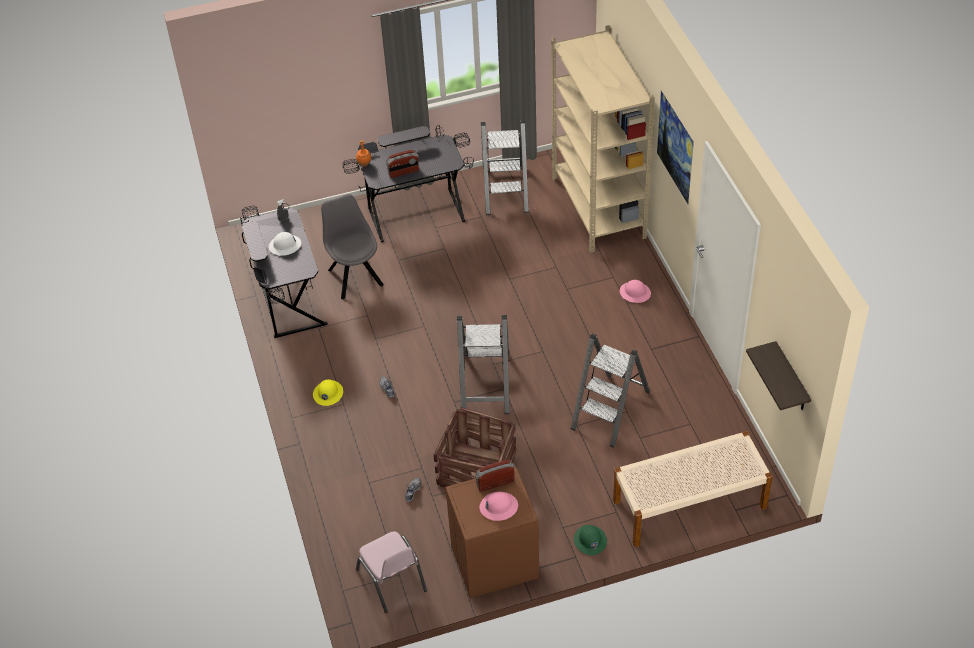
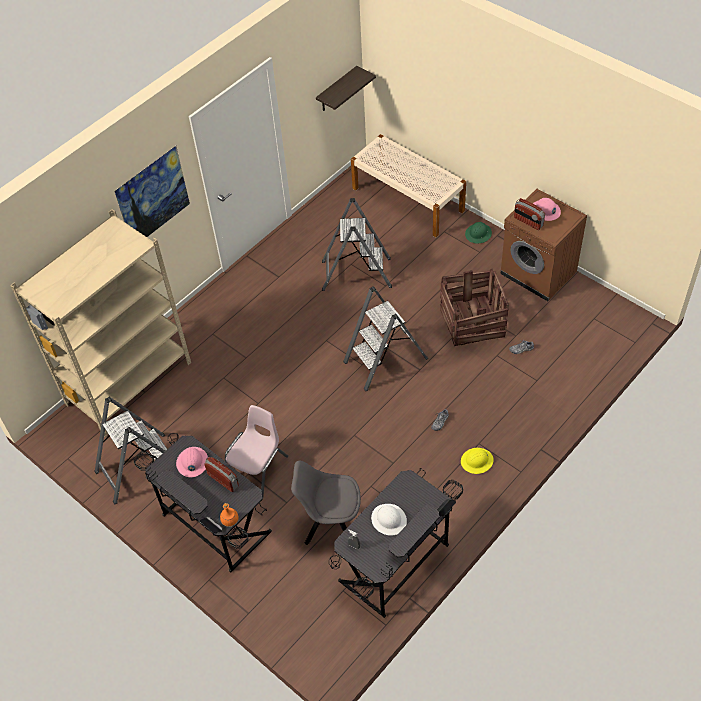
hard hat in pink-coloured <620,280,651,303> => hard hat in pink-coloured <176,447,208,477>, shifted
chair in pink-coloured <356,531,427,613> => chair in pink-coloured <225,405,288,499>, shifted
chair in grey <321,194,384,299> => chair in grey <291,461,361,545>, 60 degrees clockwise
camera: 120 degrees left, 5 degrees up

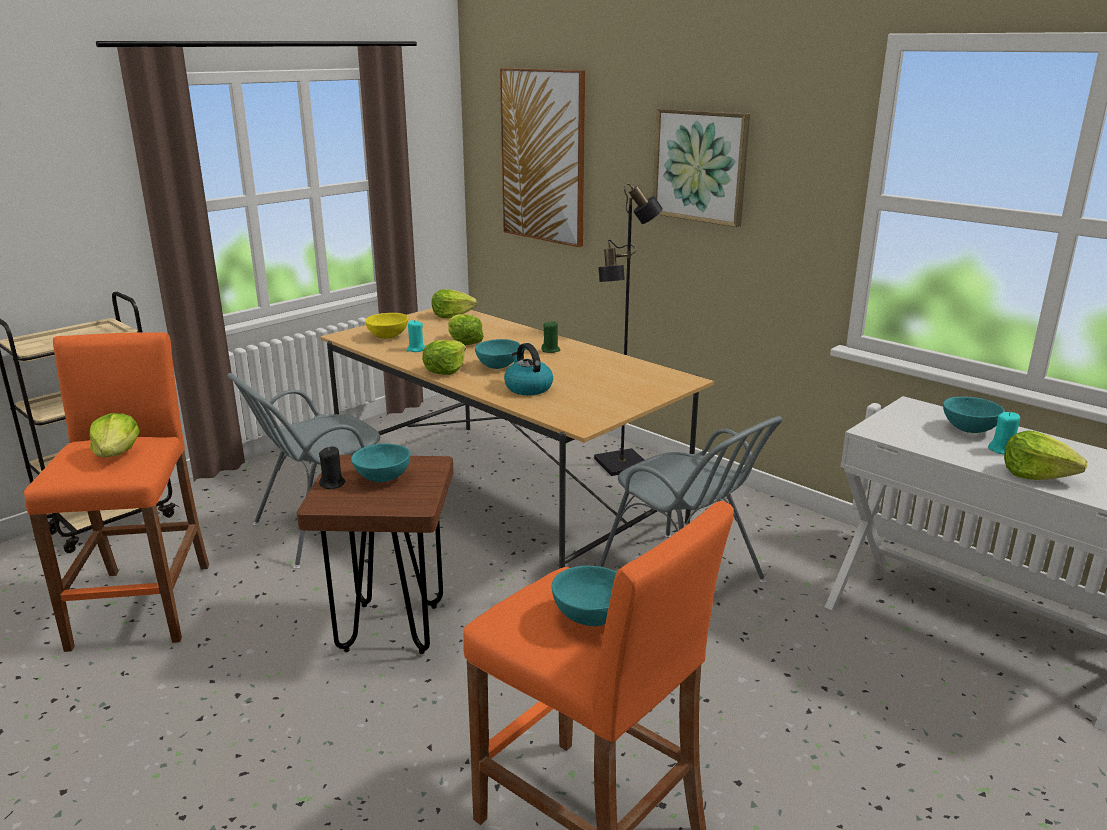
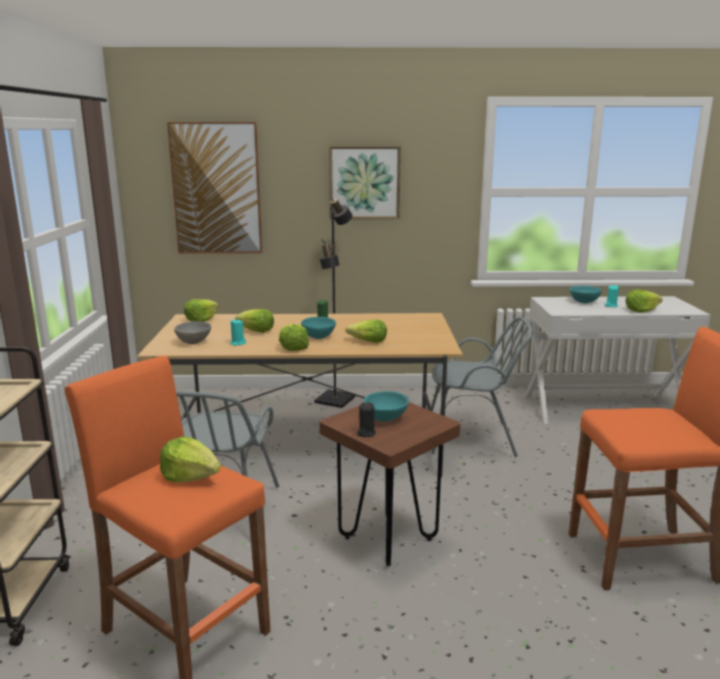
bowl in yellow-coloured <365,313,408,339> => bowl in grey <174,321,211,344>
water kettle <504,343,553,395> => lettuce <345,320,387,343>
bowl in blue-green <552,566,617,626> => nothing
camera: 45 degrees left, 5 degrees down

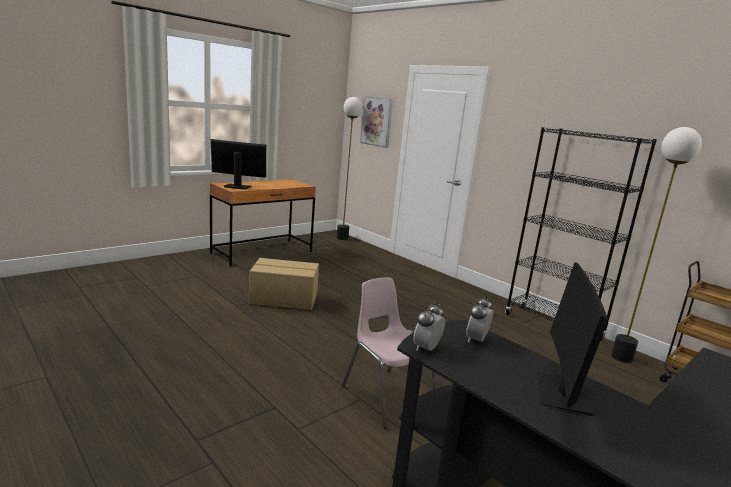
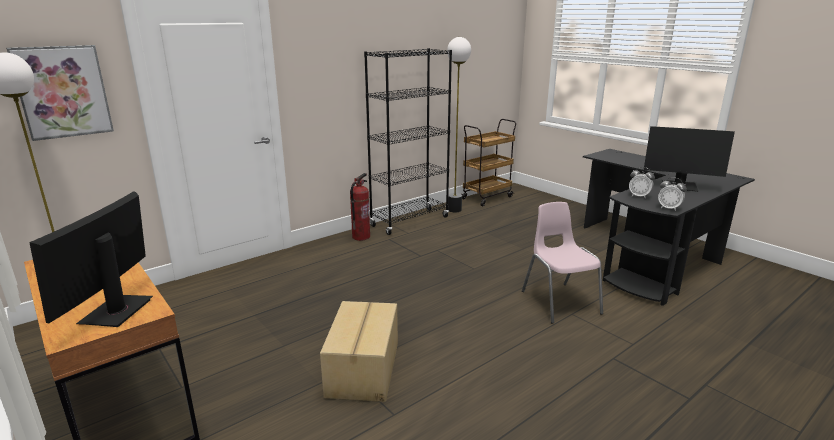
nothing => fire extinguisher <350,173,370,241>
chair in pink-coloured <342,277,437,429> => chair in pink-coloured <522,202,603,324>, 105 degrees clockwise
camera: 85 degrees left, 5 degrees up

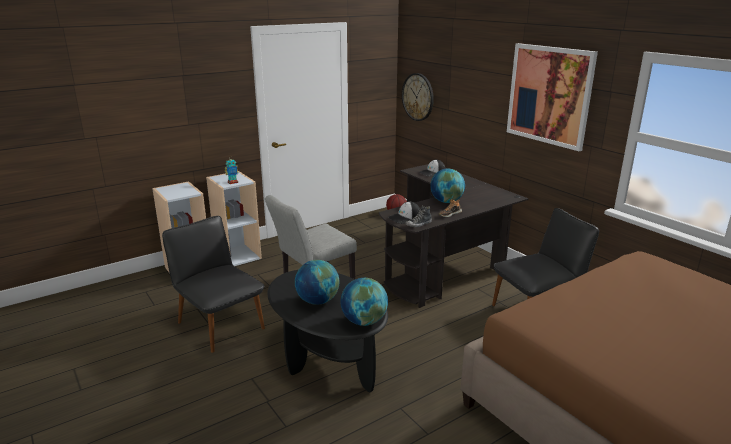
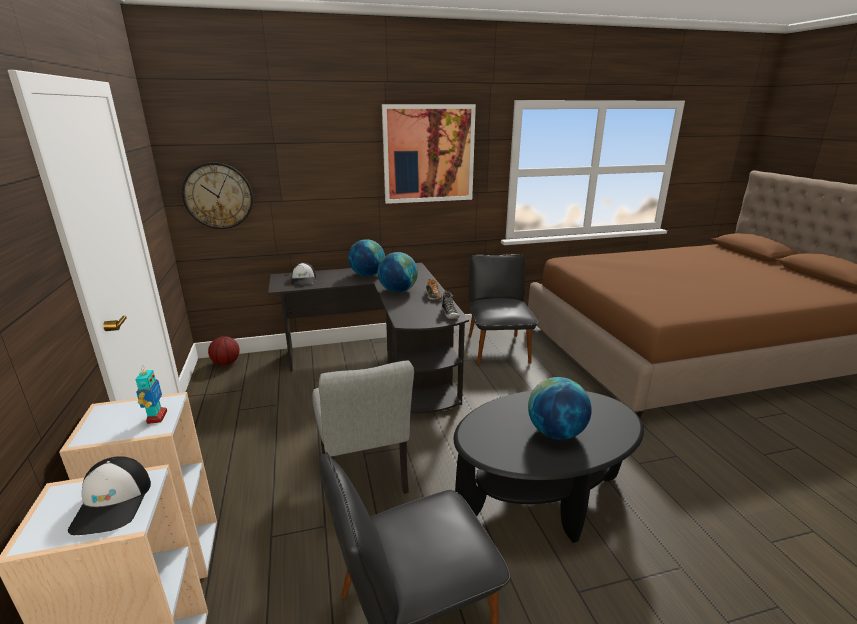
peaked cap <388,201,420,224> => peaked cap <68,456,151,535>, shifted
desk globe <341,278,388,326> => desk globe <348,239,385,276>, shifted
camera: 70 degrees left, 0 degrees up

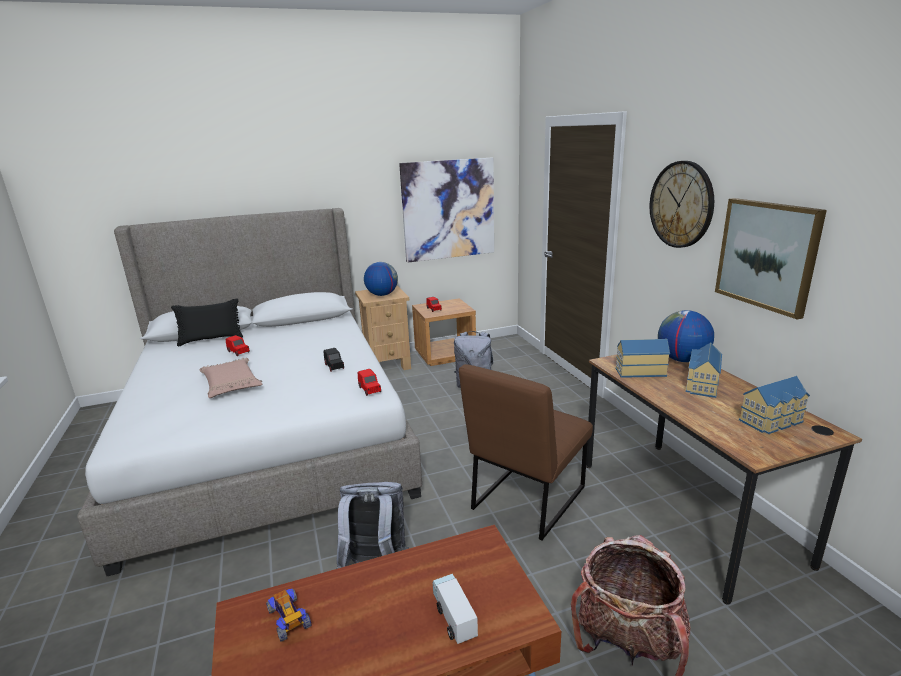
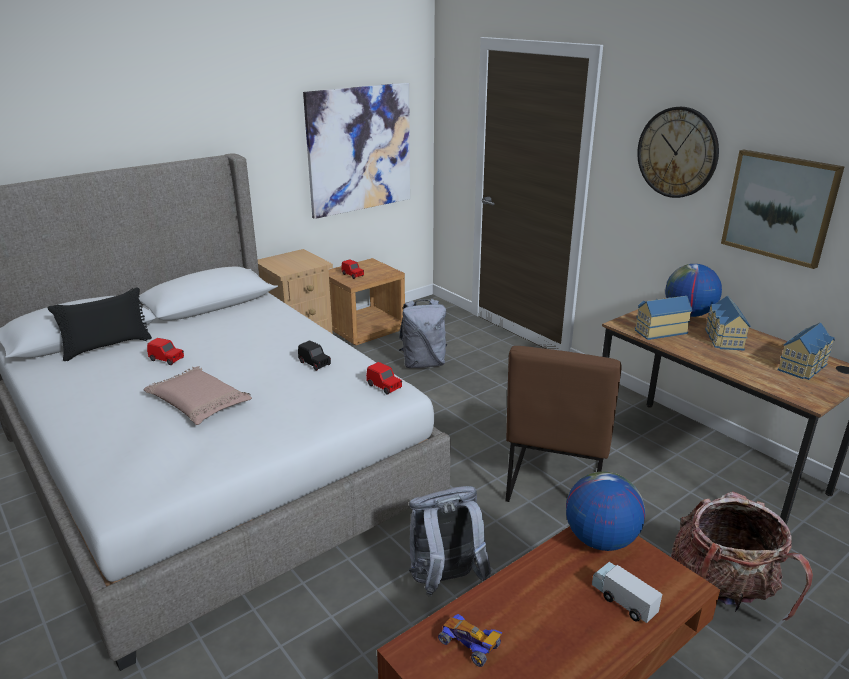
desk globe <364,262,398,296> => desk globe <566,471,645,551>, shifted
camera: 20 degrees left, 5 degrees up

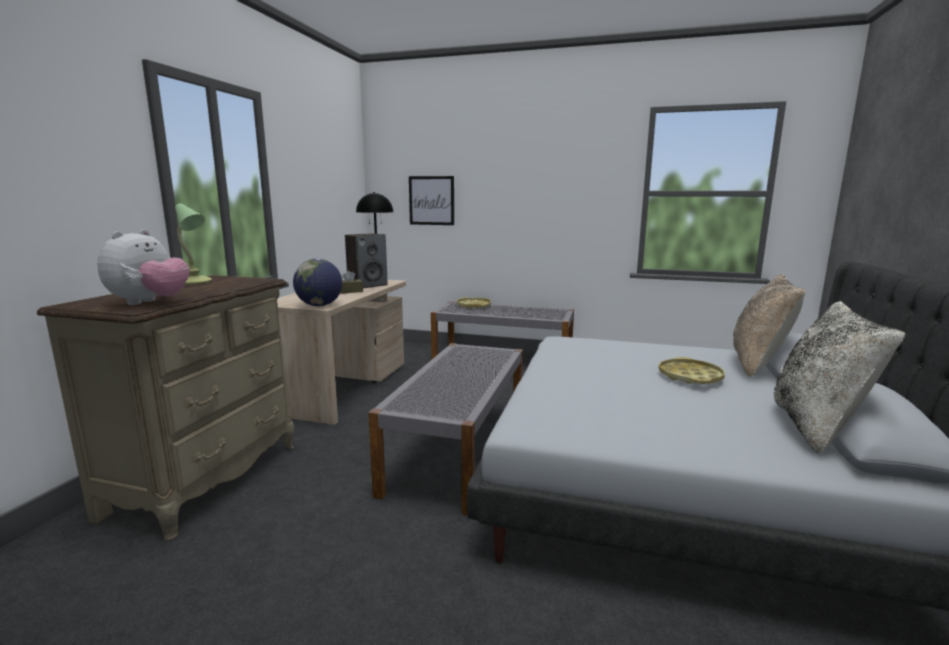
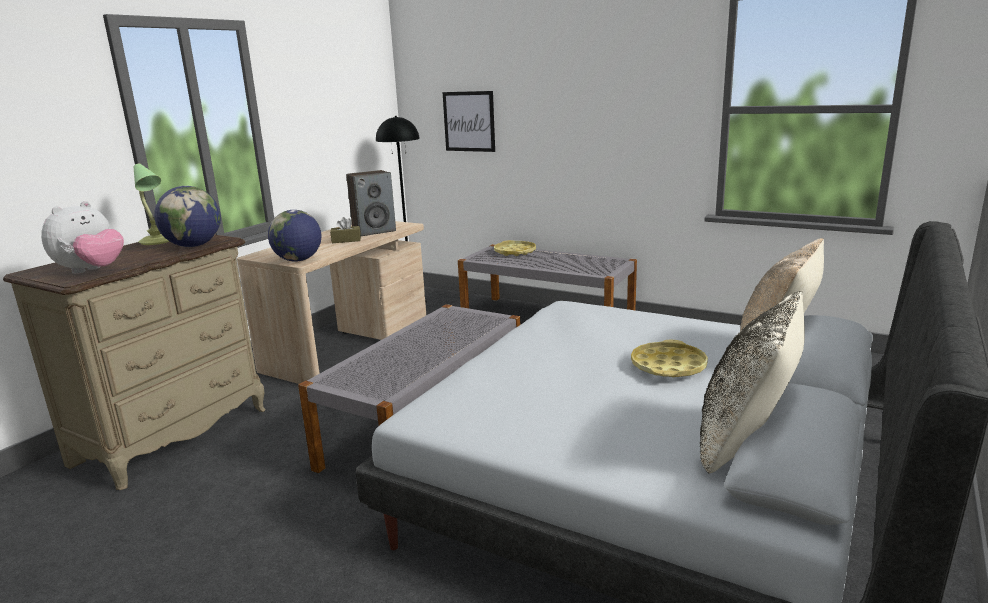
nothing => desk globe <154,186,221,247>
camera: 15 degrees right, 5 degrees up

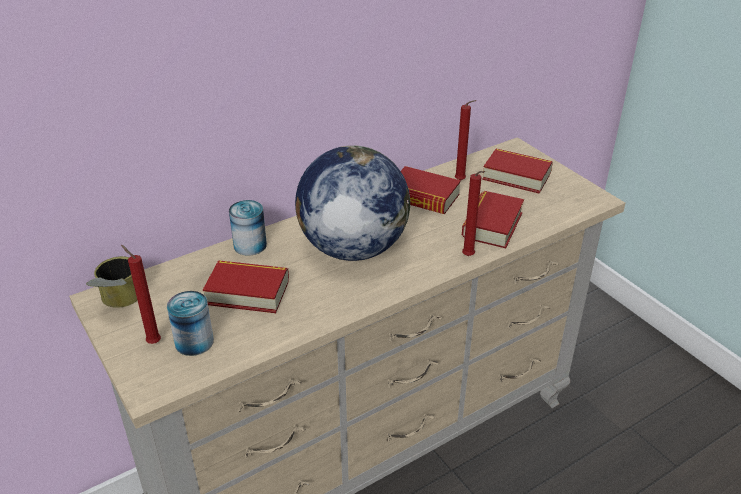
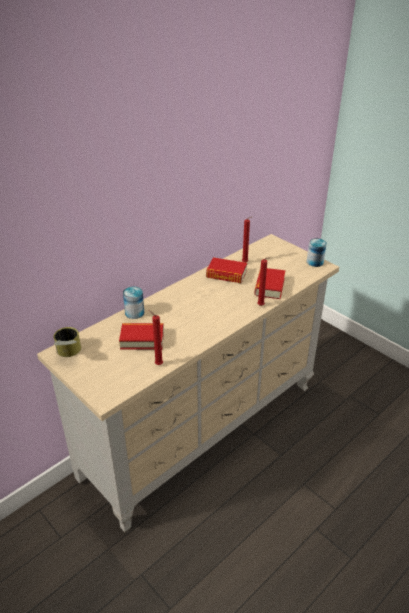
wax light in reddish <121,245,161,344> => wax light in reddish <148,310,163,365>, shifted
metal can <167,291,214,356> => metal can <307,238,327,267>, shifted
desk globe <295,146,410,261> => nothing
volume <482,149,553,194> => nothing
camera: 10 degrees left, 0 degrees up

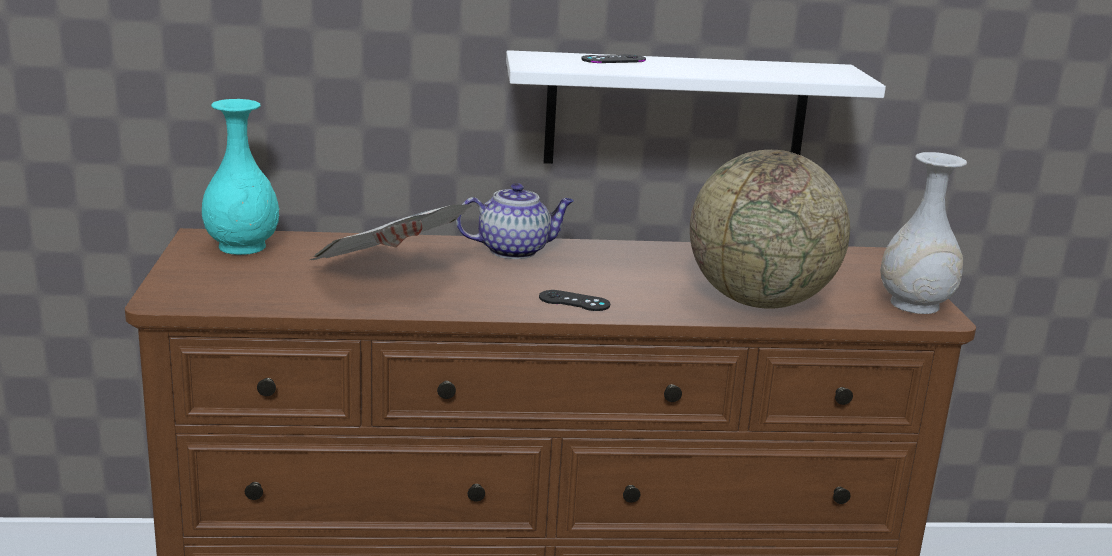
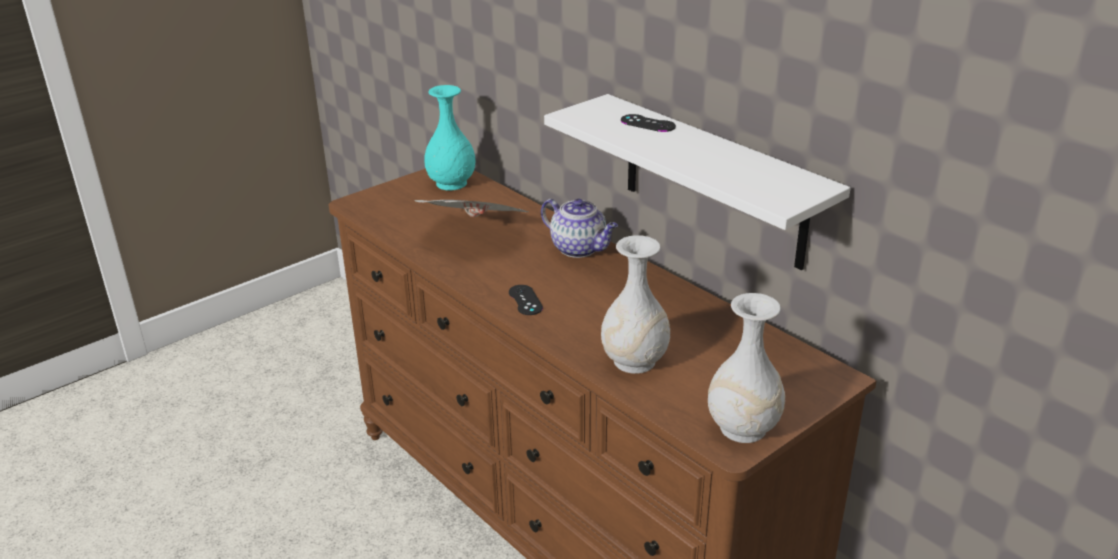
desk globe <690,150,850,309> => flower vase in whitish <601,235,670,374>
camera: 55 degrees right, 10 degrees up

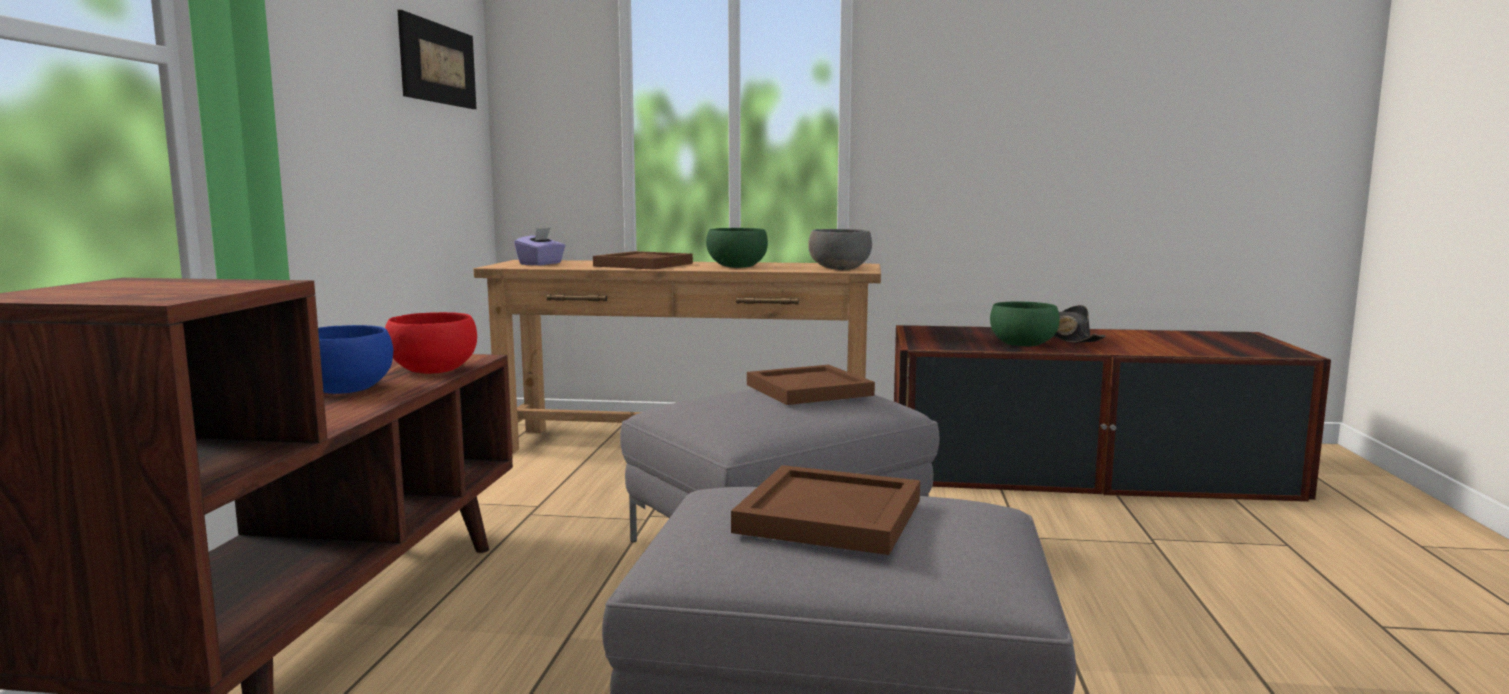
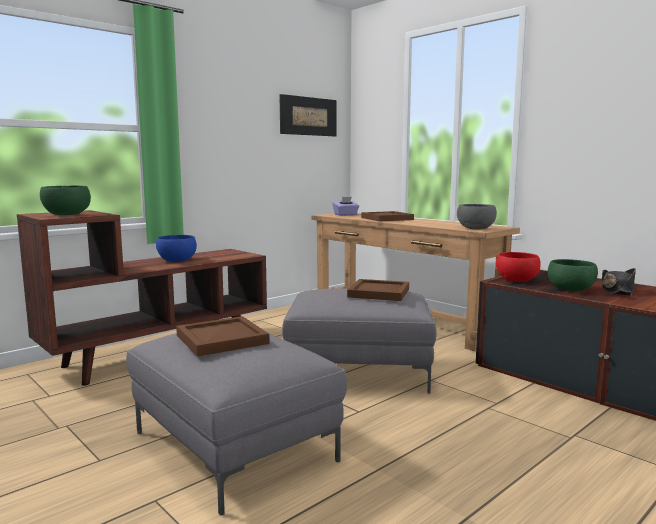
bowl in green-coloured <706,228,768,268> => bowl in green-coloured <40,186,91,215>, shifted
bowl in reddish <385,312,477,374> => bowl in reddish <496,252,541,282>, shifted
camera: 40 degrees right, 0 degrees up

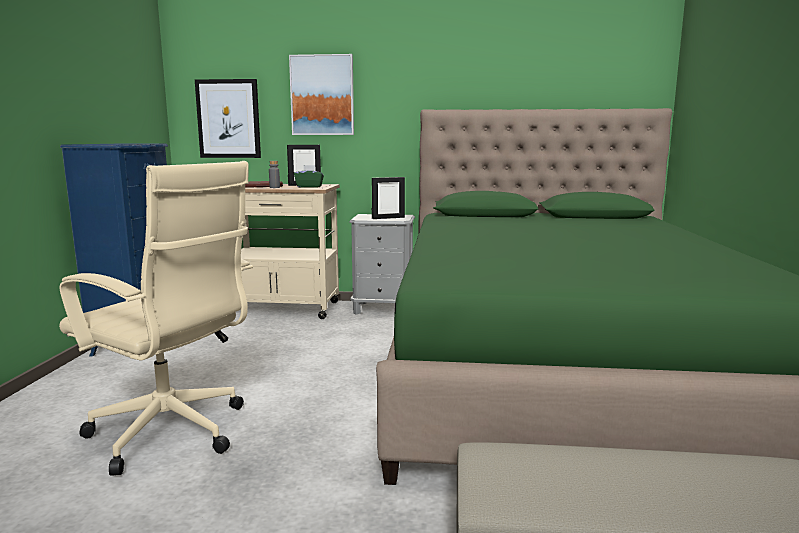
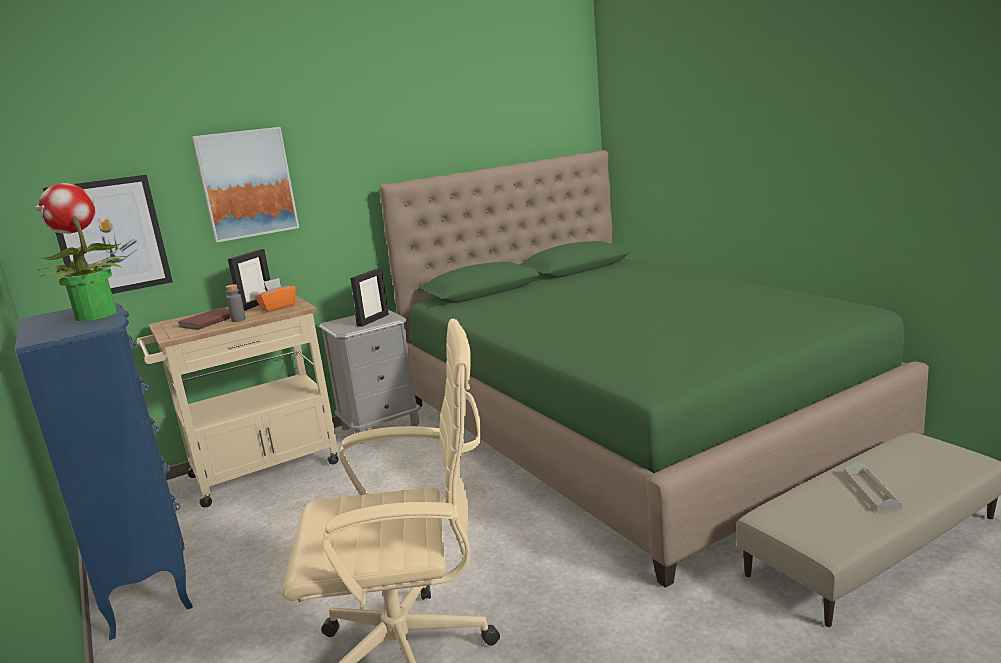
nothing => houseplant <35,183,126,321>
tissue box in green-coloured <294,165,324,188> => tissue box in orange <255,278,296,312>
nothing => serving tray in grey <844,462,902,512>
camera: 35 degrees left, 5 degrees up

